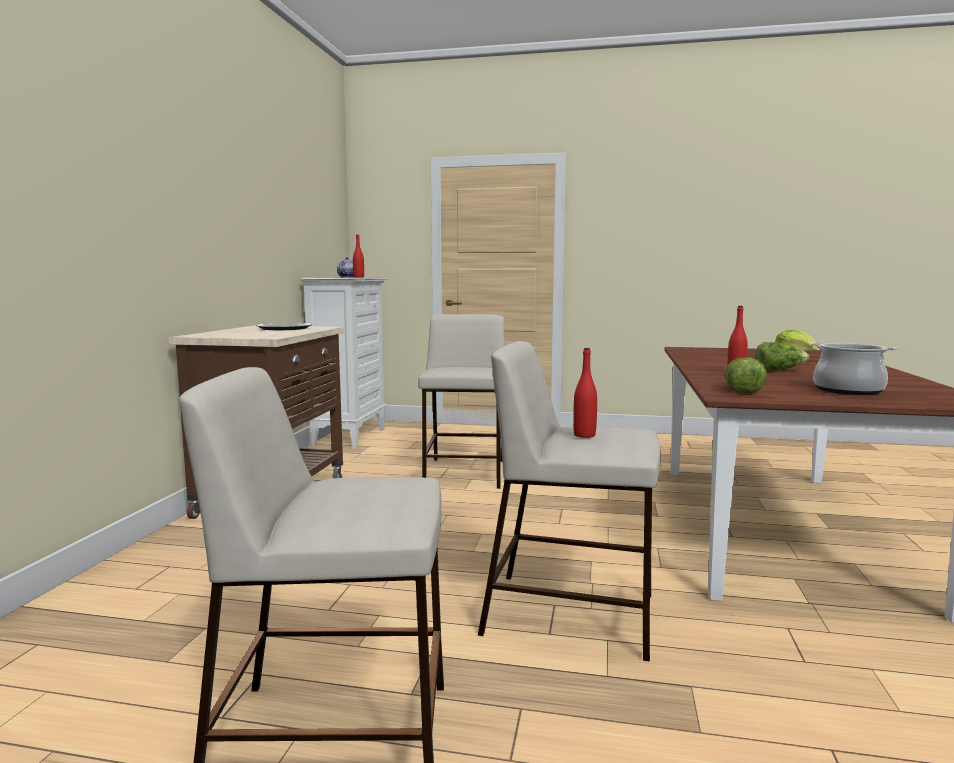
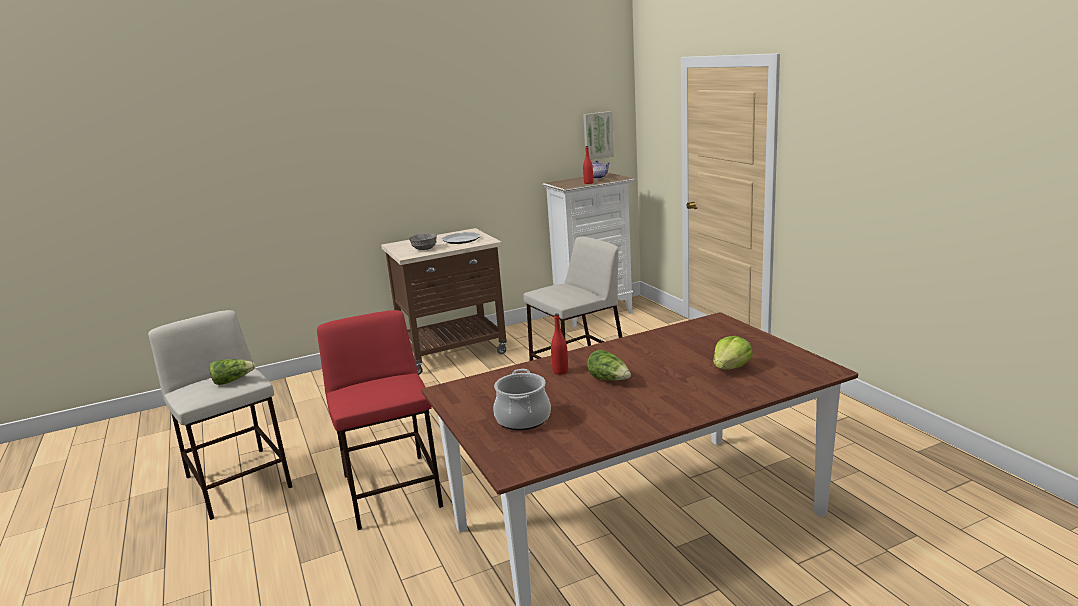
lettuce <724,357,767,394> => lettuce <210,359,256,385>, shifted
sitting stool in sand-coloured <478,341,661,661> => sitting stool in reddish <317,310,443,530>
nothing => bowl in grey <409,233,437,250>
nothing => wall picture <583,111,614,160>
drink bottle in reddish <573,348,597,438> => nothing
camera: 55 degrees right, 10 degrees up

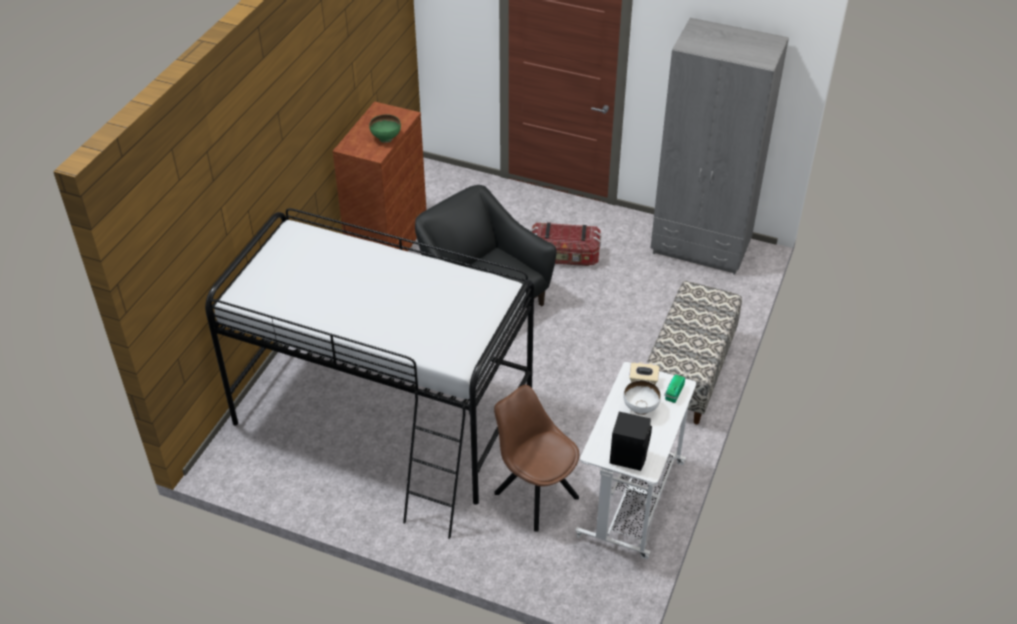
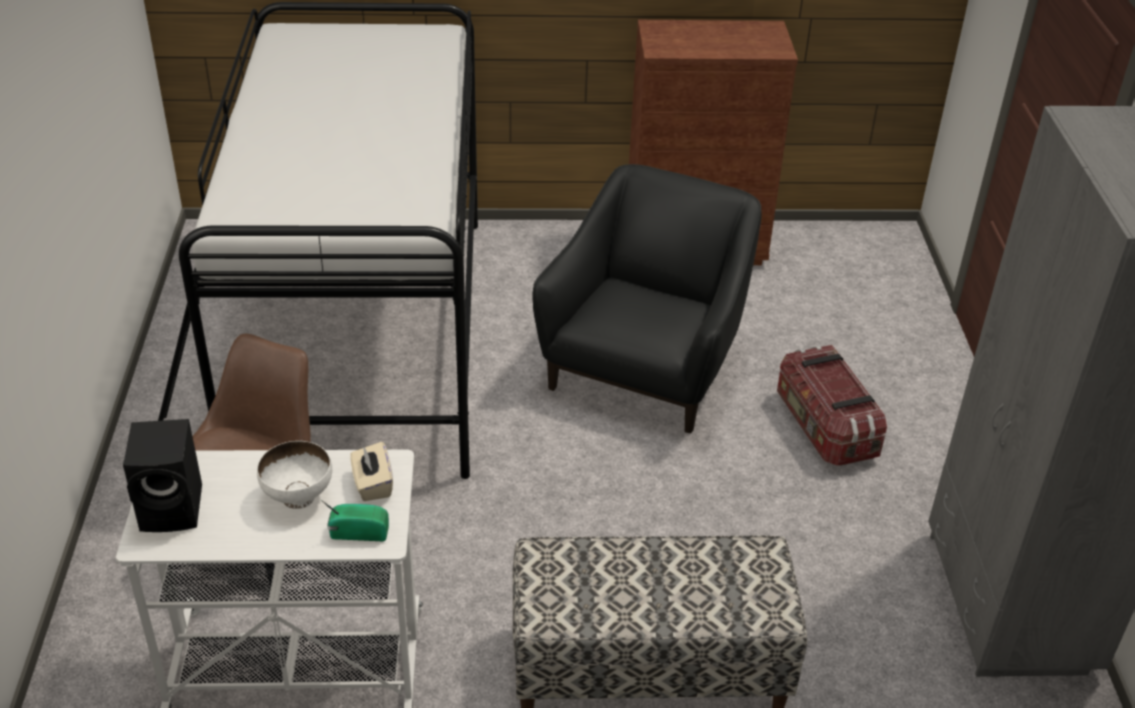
bowl in green-coloured <370,114,401,143> => nothing
camera: 65 degrees right, 5 degrees down

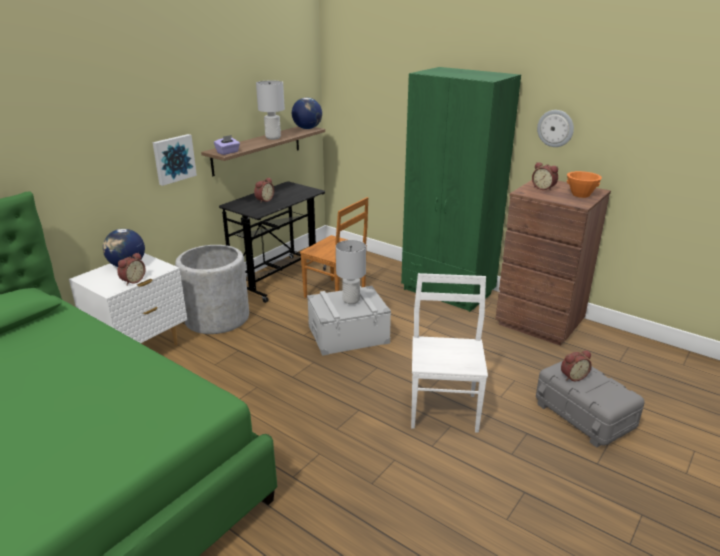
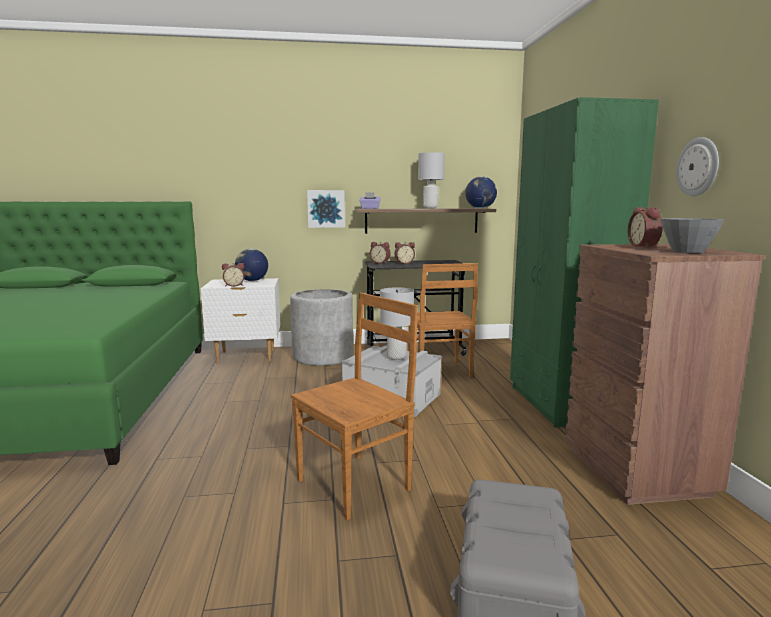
chair in whitish <411,273,488,433> => chair in brown <291,293,418,520>
alarm clock <561,350,592,381> => alarm clock <370,242,391,264>, shifted
bowl in orange <567,171,602,198> => bowl in grey <661,218,724,253>
camera: 45 degrees right, 15 degrees down

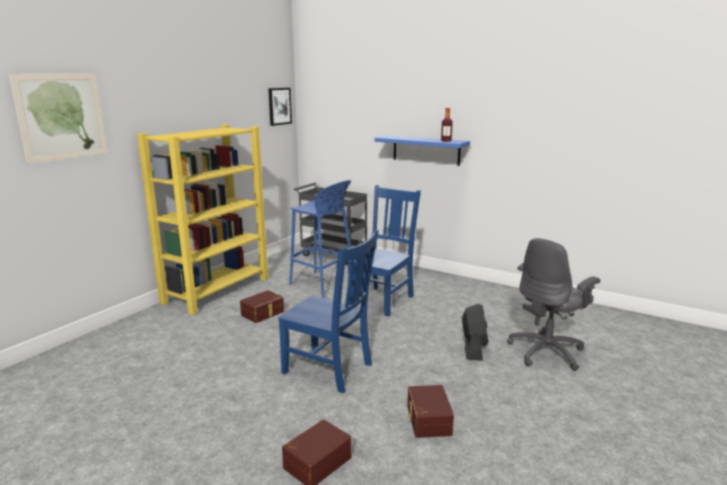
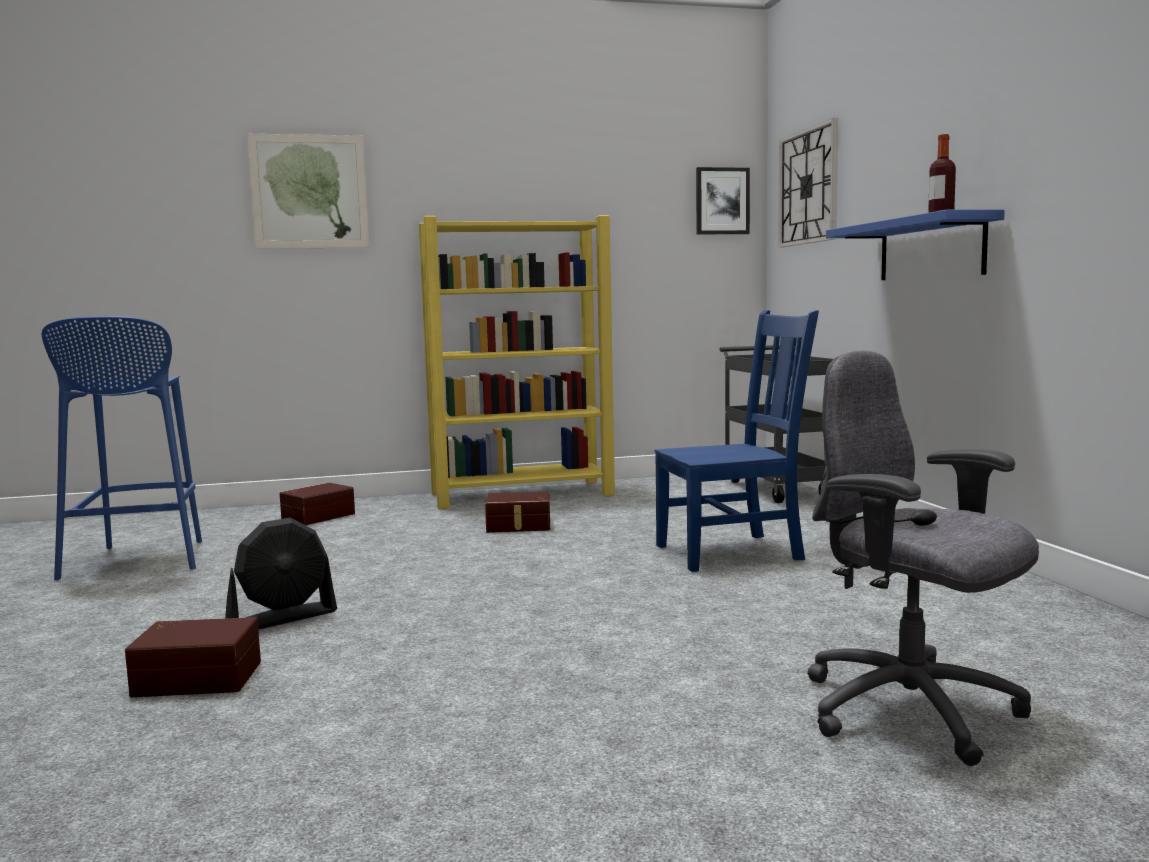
sitting stool in blue-coloured <289,180,351,298> => sitting stool in blue-coloured <42,316,202,580>, shifted
electric fan in black-coloured <462,304,489,361> => electric fan in black-coloured <225,518,337,630>, shifted
storage bin in brown <407,385,454,438> => storage bin in brown <280,483,355,525>, shifted
nothing => hanging clock <778,118,838,247>
computer chair in grey <507,238,600,371> => computer chair in grey <807,350,1039,766>, 45 degrees clockwise
chair in blue-coloured <278,229,379,393> => nothing
camera: 45 degrees right, 10 degrees down

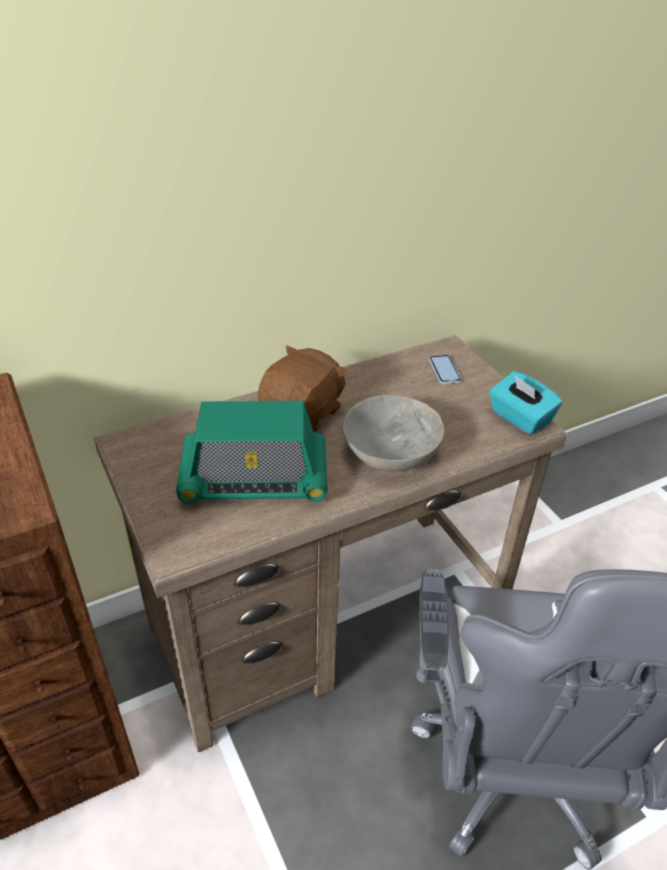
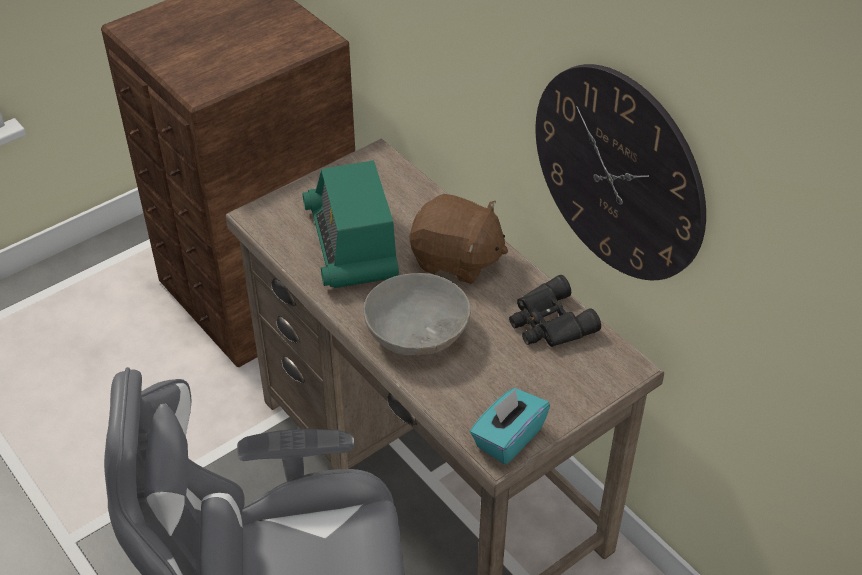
nothing => pair of binoculars in black-coloured <509,275,601,347>
nothing => hanging clock <536,64,706,280>
handset <429,355,461,384> => nothing
camera: 80 degrees right, 5 degrees up

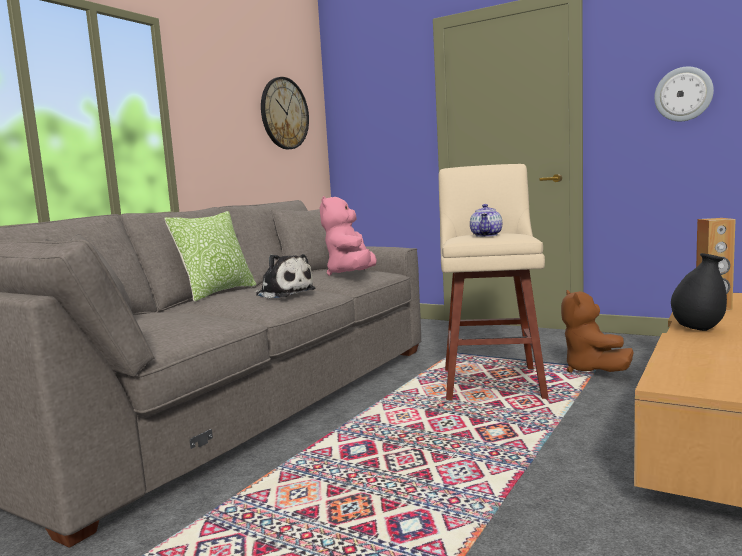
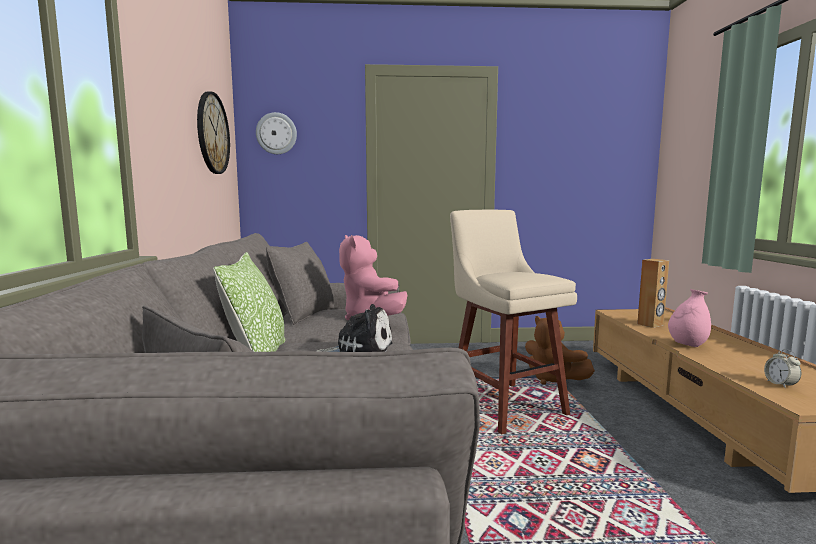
hanging clock <654,67,714,122> => hanging clock <256,112,297,154>, shifted
flower vase in black-coloured <671,253,727,331> => flower vase in pink-coloured <668,289,711,347>
nothing => alarm clock <764,349,801,388>
tea pot <470,204,502,237> => nothing
camera: 35 degrees left, 0 degrees up

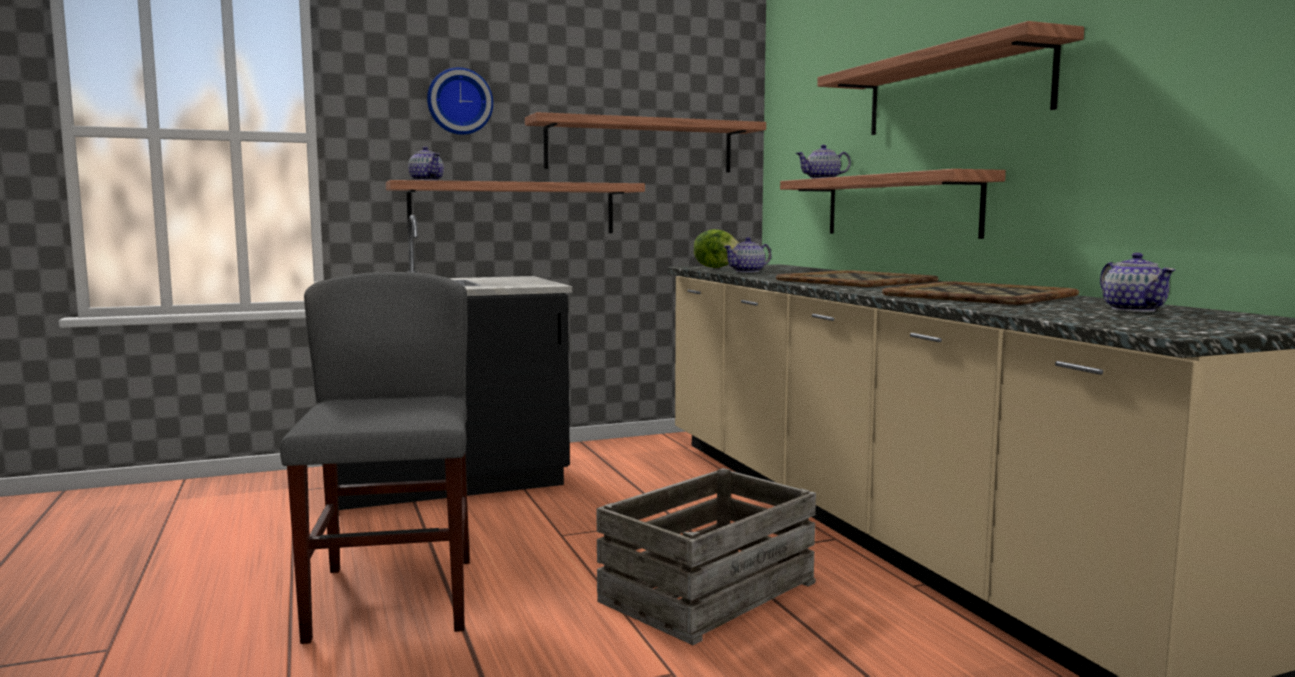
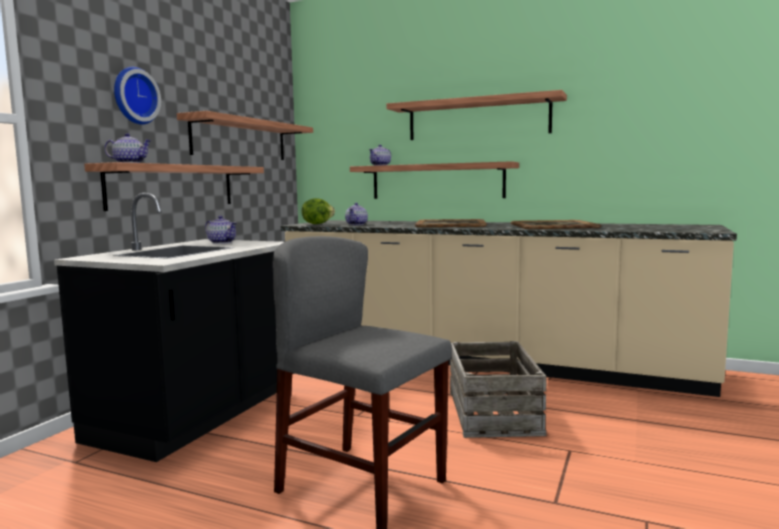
tea pot <1100,253,1175,312> => tea pot <205,216,237,244>, shifted
camera: 45 degrees left, 0 degrees up

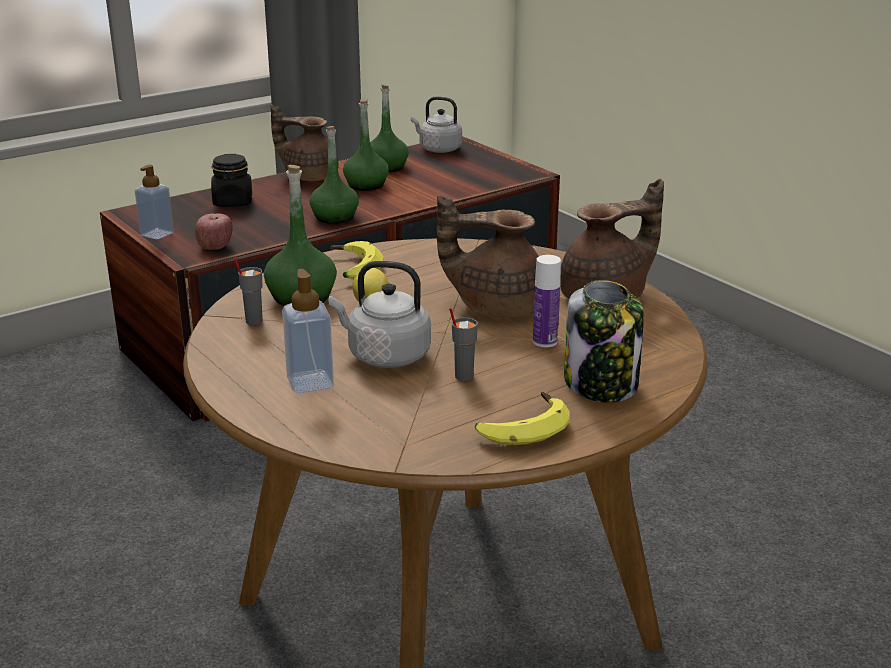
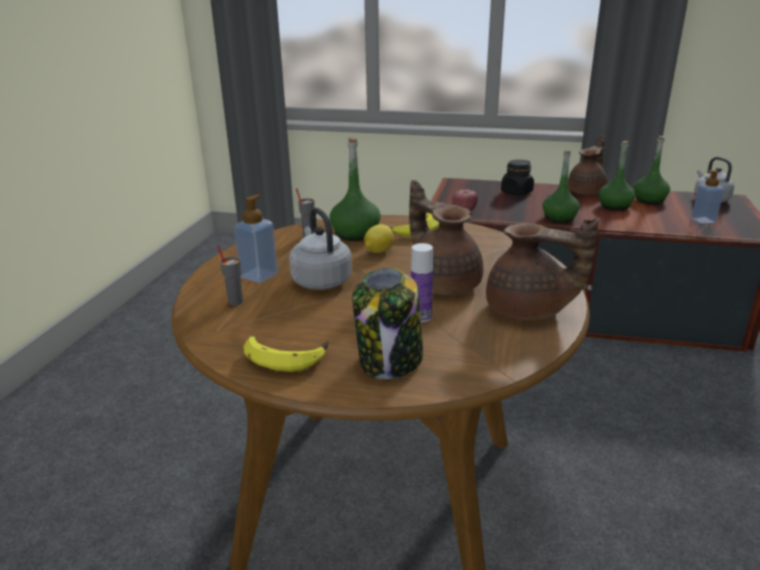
small cup in grey <449,308,478,381> => small cup in grey <217,245,243,306>, shifted
tea pot in brown <270,104,338,181> => tea pot in brown <568,135,608,194>, 60 degrees clockwise
soap dispenser <135,165,174,239> => soap dispenser <691,170,724,224>, shifted
camera: 50 degrees right, 0 degrees up

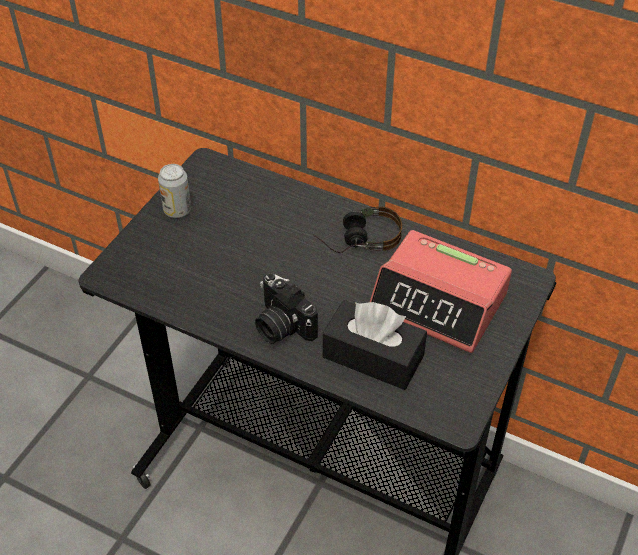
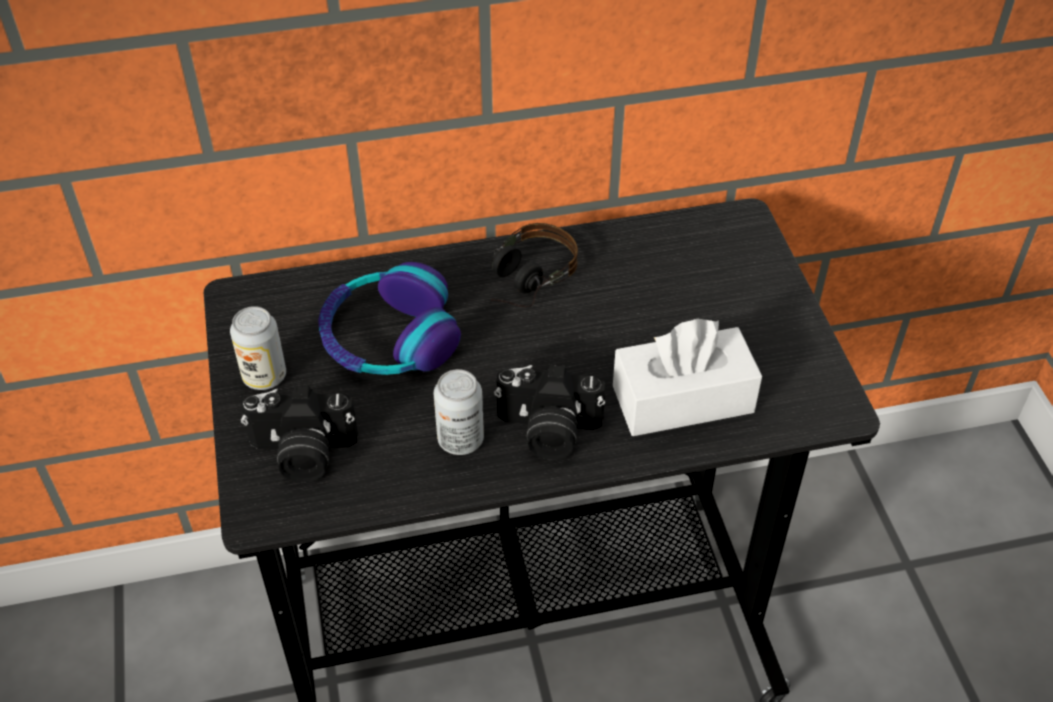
nothing => still camera <241,386,358,483>
nothing => pair of headphones <318,262,461,375>
nothing => metal can <434,369,484,455>
tissue box in black-coloured <322,300,427,390> => tissue box in whitish <613,318,762,436>
alarm clock <370,230,512,353> => nothing
camera: 40 degrees left, 0 degrees up

